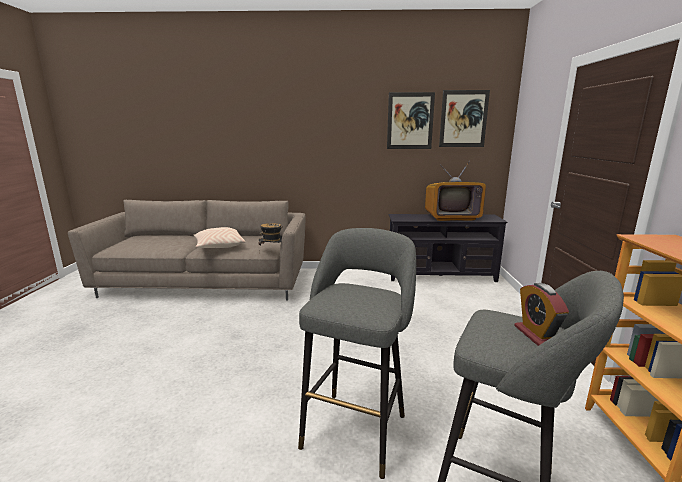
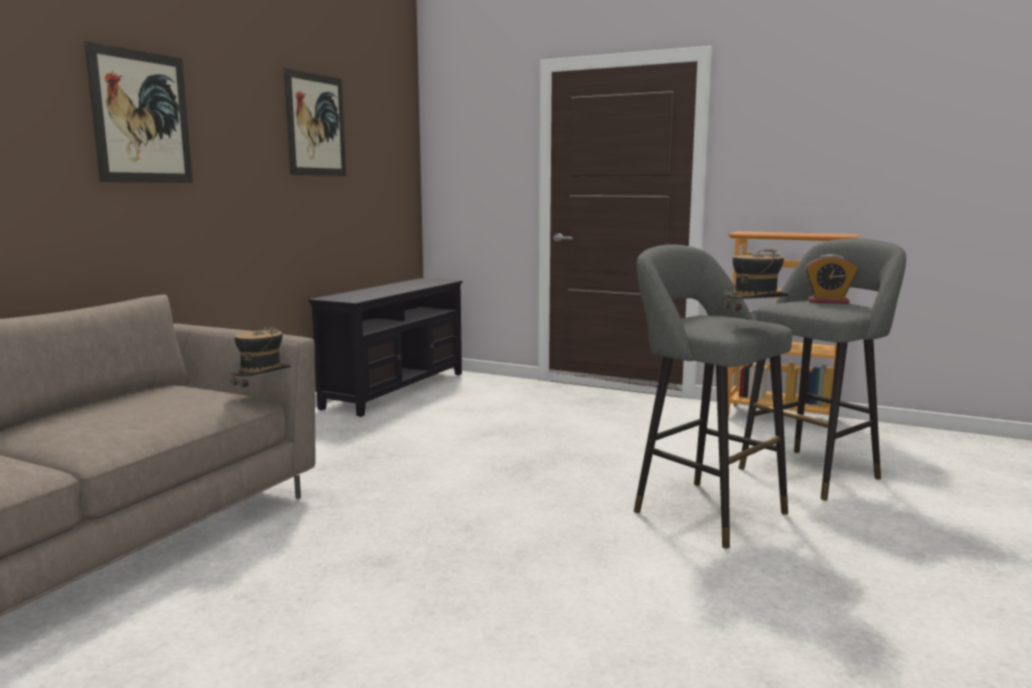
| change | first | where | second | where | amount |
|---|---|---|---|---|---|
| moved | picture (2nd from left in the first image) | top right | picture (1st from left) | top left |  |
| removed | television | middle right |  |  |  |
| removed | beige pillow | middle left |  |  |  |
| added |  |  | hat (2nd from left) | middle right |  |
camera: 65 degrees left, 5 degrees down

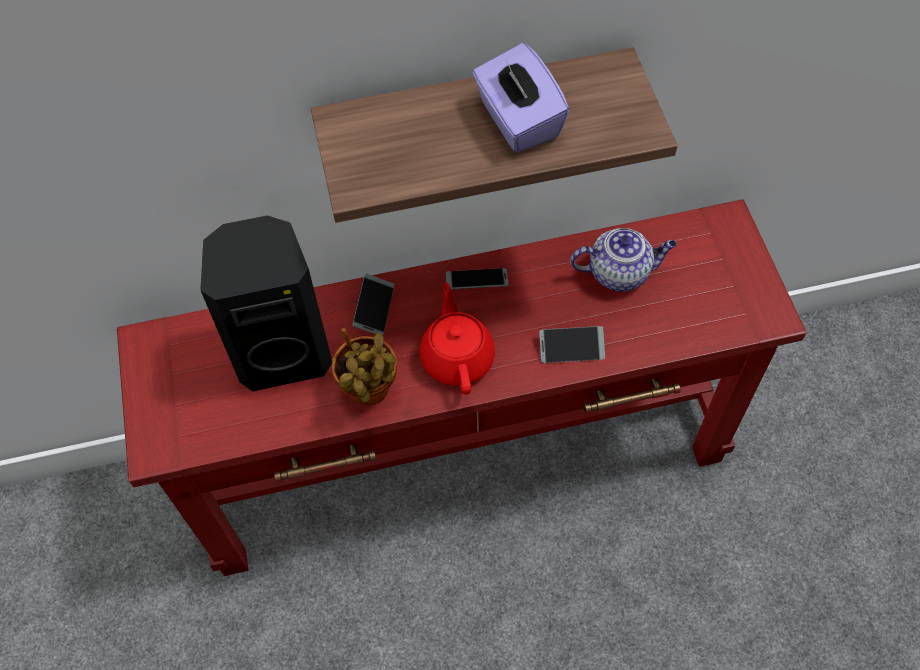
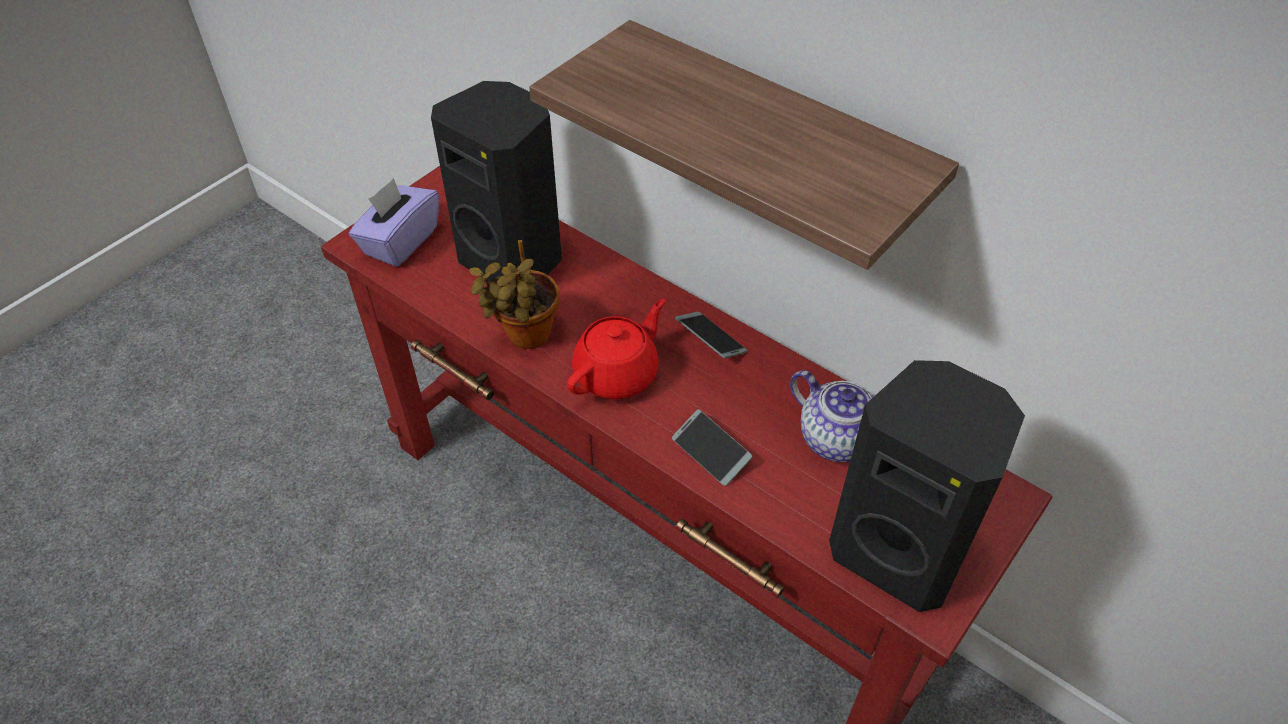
| change | first | where | second | where | amount |
|---|---|---|---|---|---|
| moved | purple tissue box | top centre |  | top left |  |
| removed | phone (1st from left) | centre |  |  |  |
| added |  |  | black speaker (2nd from left) | bottom right |  |
camera: 50 degrees right, 10 degrees down

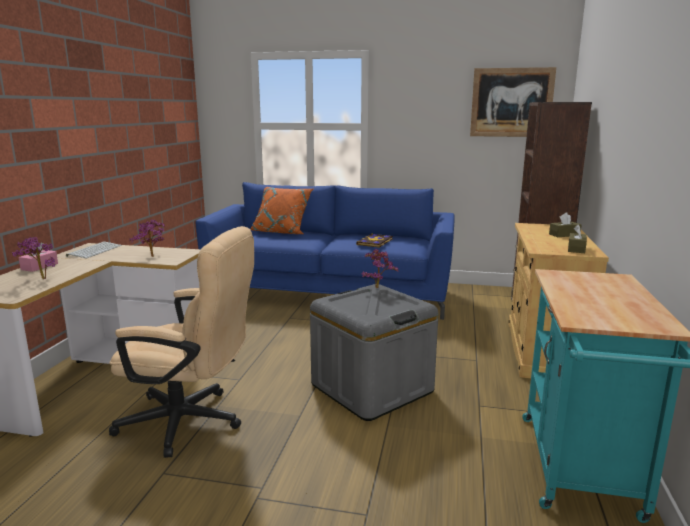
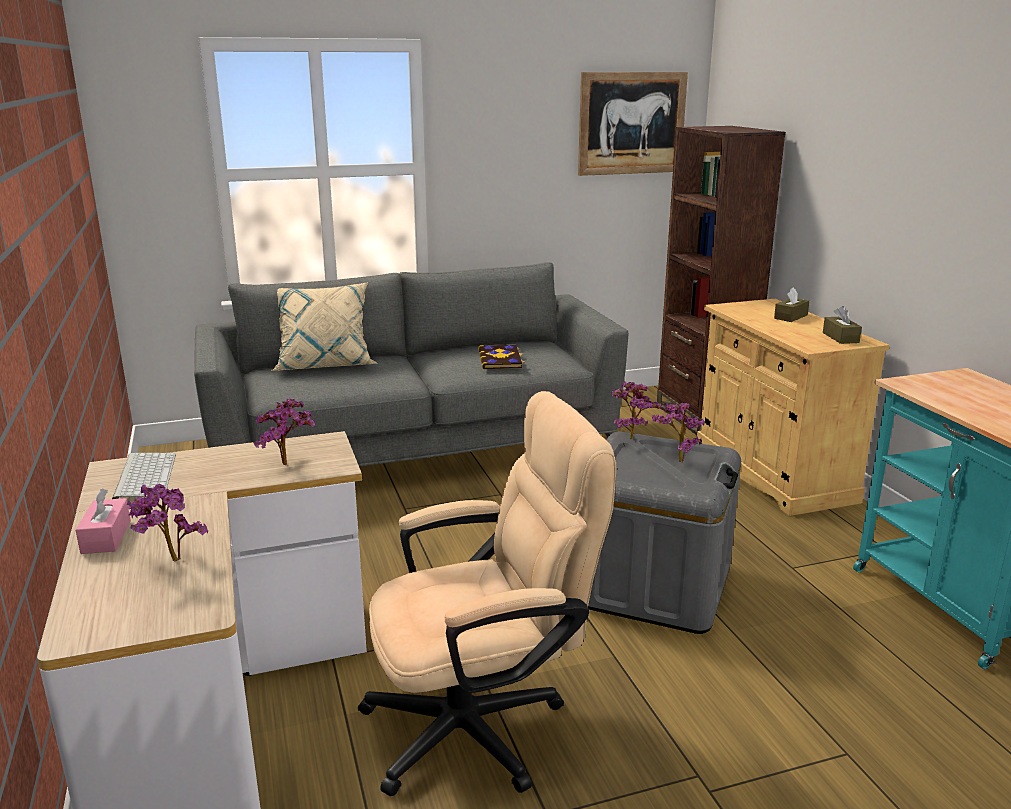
| change | first | where | second | where | amount |
|---|---|---|---|---|---|
| recoloured | blue sofa | centre | grey sofa | centre |  |
| recoloured | orange pillow | centre | beige pillow | middle left |  |
| added |  |  | potted plant (4th from left) | middle right |  |
camera: 30 degrees left, 5 degrees up

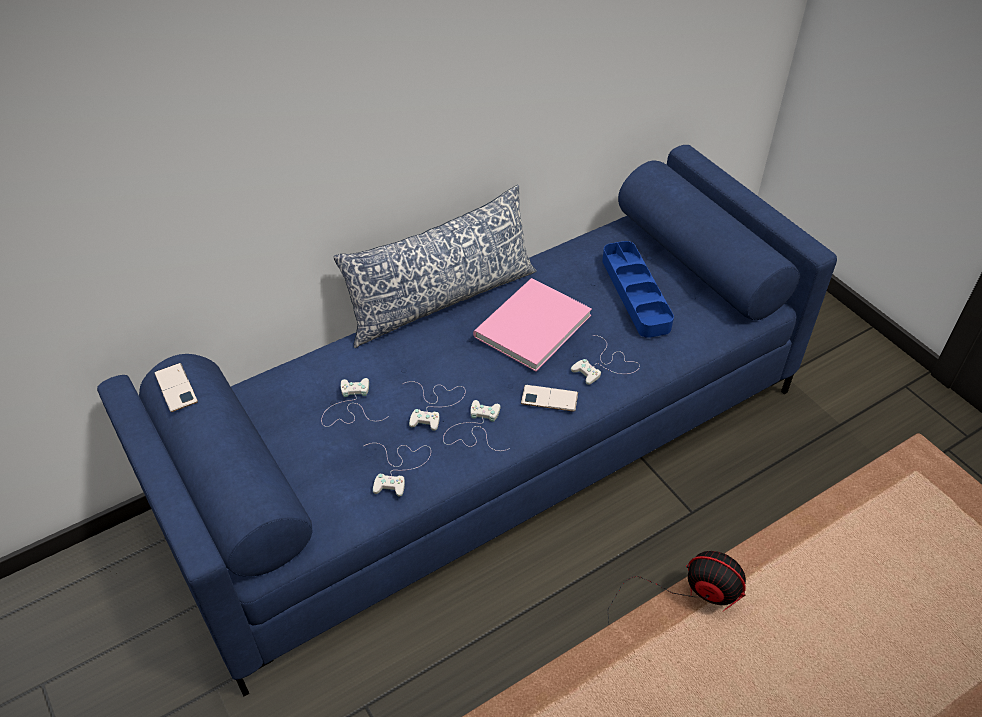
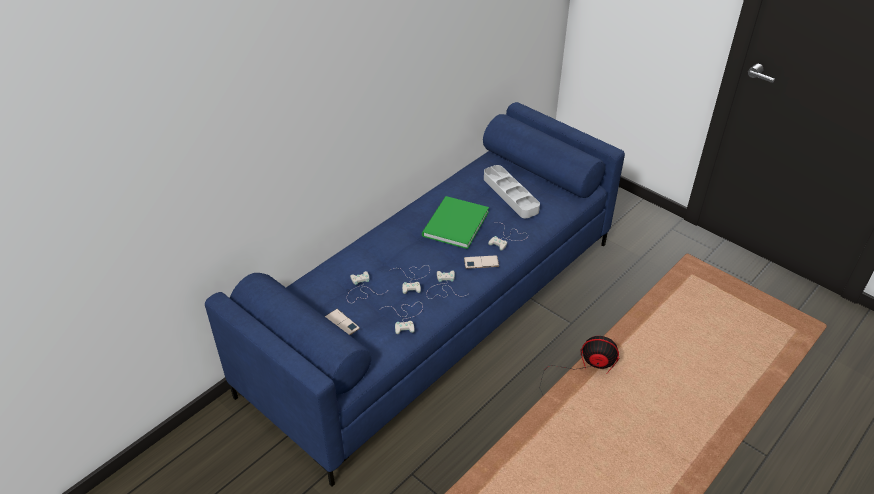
| change | first | where | second | where | amount |
|---|---|---|---|---|---|
| removed | pillow | centre |  |  |  |
| recoloured | blue tray | centre | grey tray | centre |  |
| recoloured | pink book | centre | green book | centre |  |
| moved | phone (1st from left) | middle left |  | centre |  |
camera: 15 degrees left, 5 degrees down

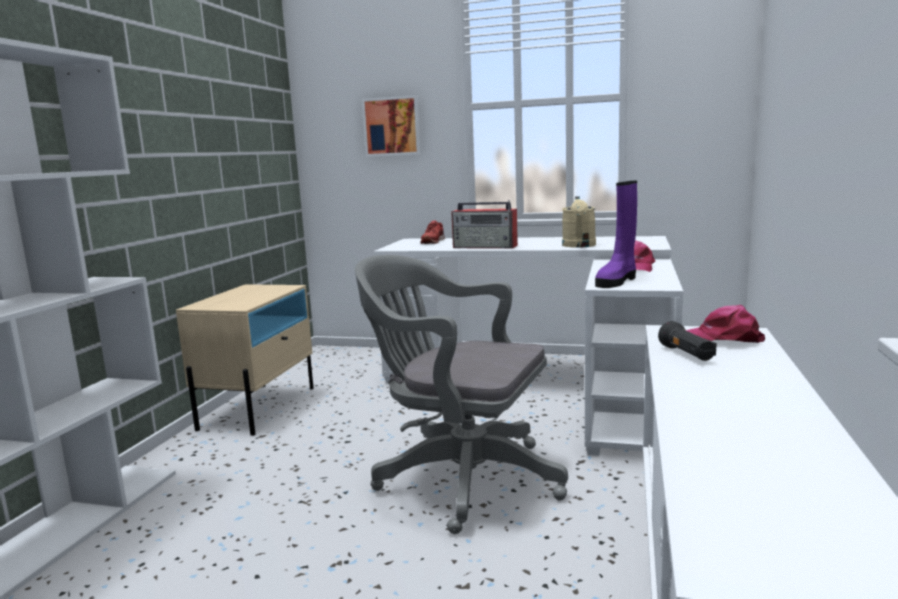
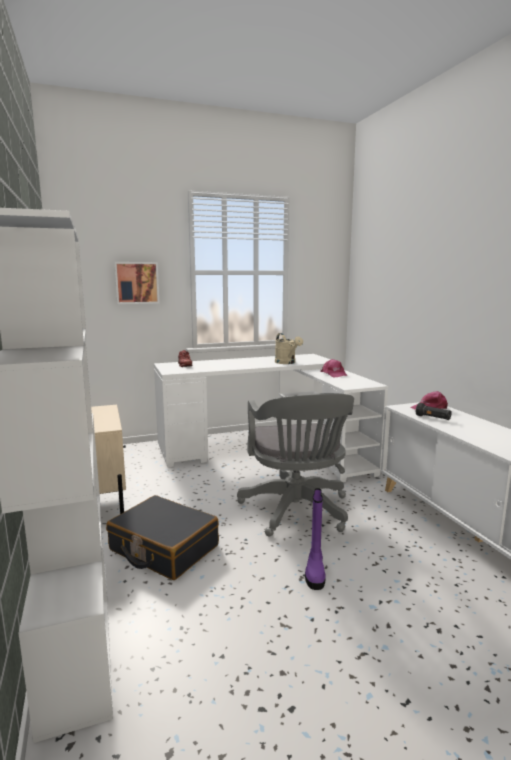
| change | first | where | second | where | amount |
|---|---|---|---|---|---|
| moved | purple boot | middle right |  | bottom centre |  |
| removed | radio | centre |  |  |  |
| turned | grey office chair | centre |  | centre | 90 degrees counterclockwise |
| added |  |  | black suitcase | bottom left |  |
camera: 35 degrees left, 0 degrees up

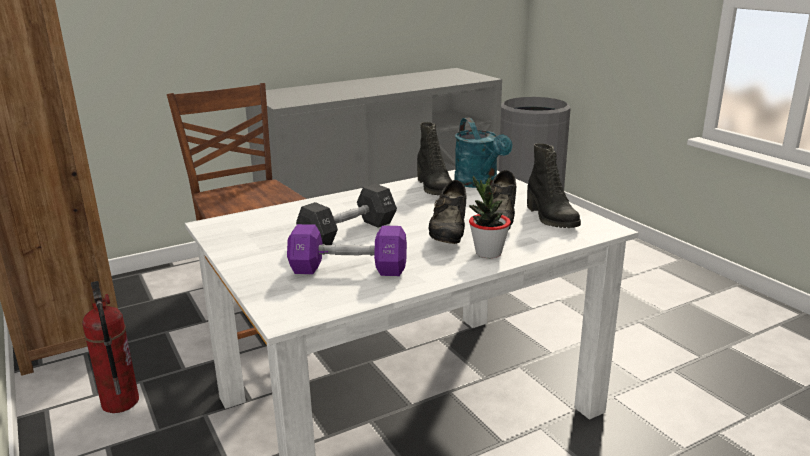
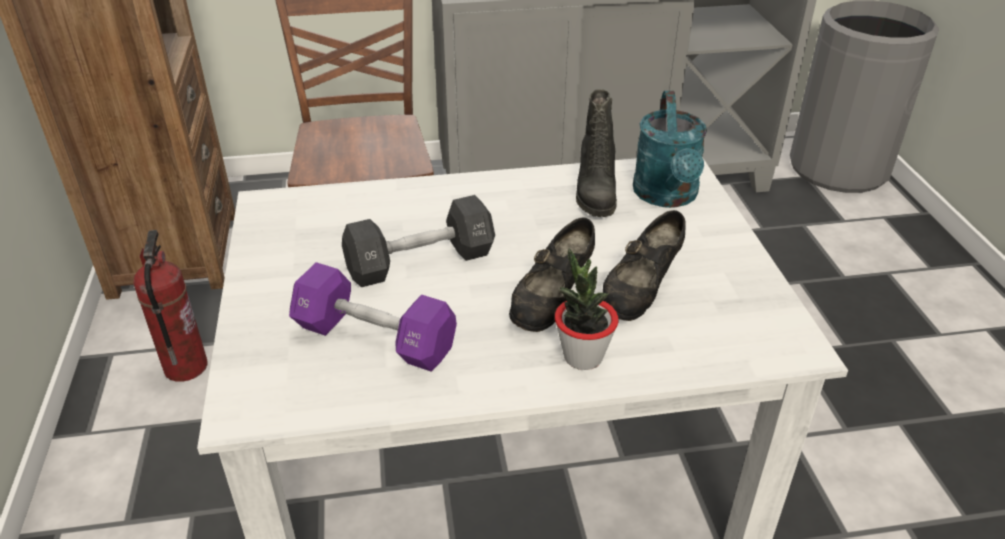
| change | first | where | second | where | amount |
|---|---|---|---|---|---|
| removed | black boot (2nd from left) | middle right |  |  |  |
camera: 20 degrees right, 15 degrees up

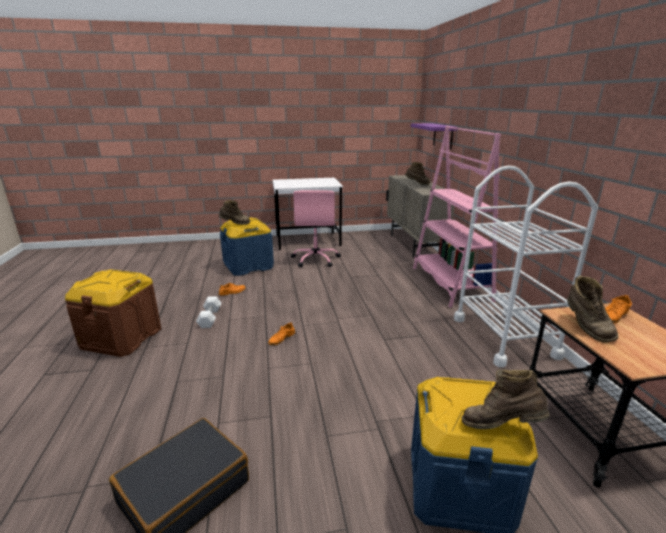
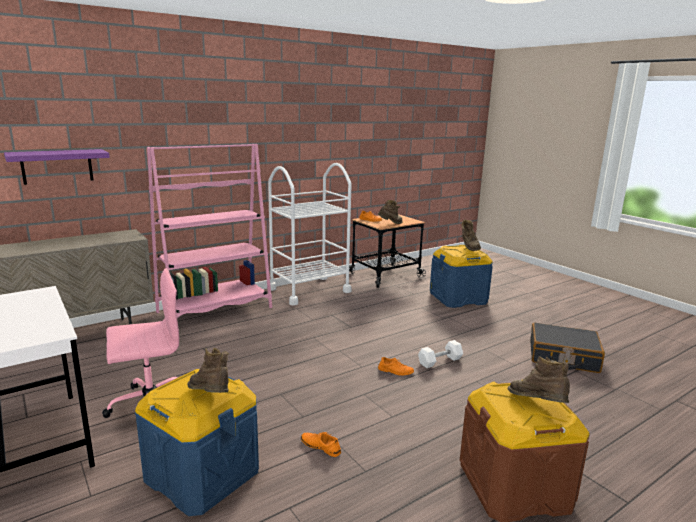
| change | first | where | second | where | amount |
|---|---|---|---|---|---|
| moved | brown boot (2nd from left in the first image) | top centre | brown boot (4th from left) | bottom right |  |
| moved | white dumbbell | middle left |  | bottom centre |  |
camera: 115 degrees left, 5 degrees down

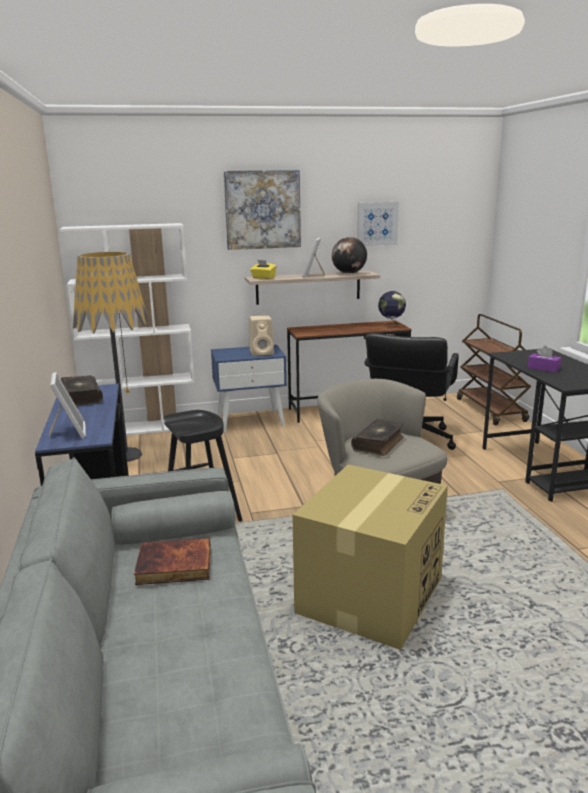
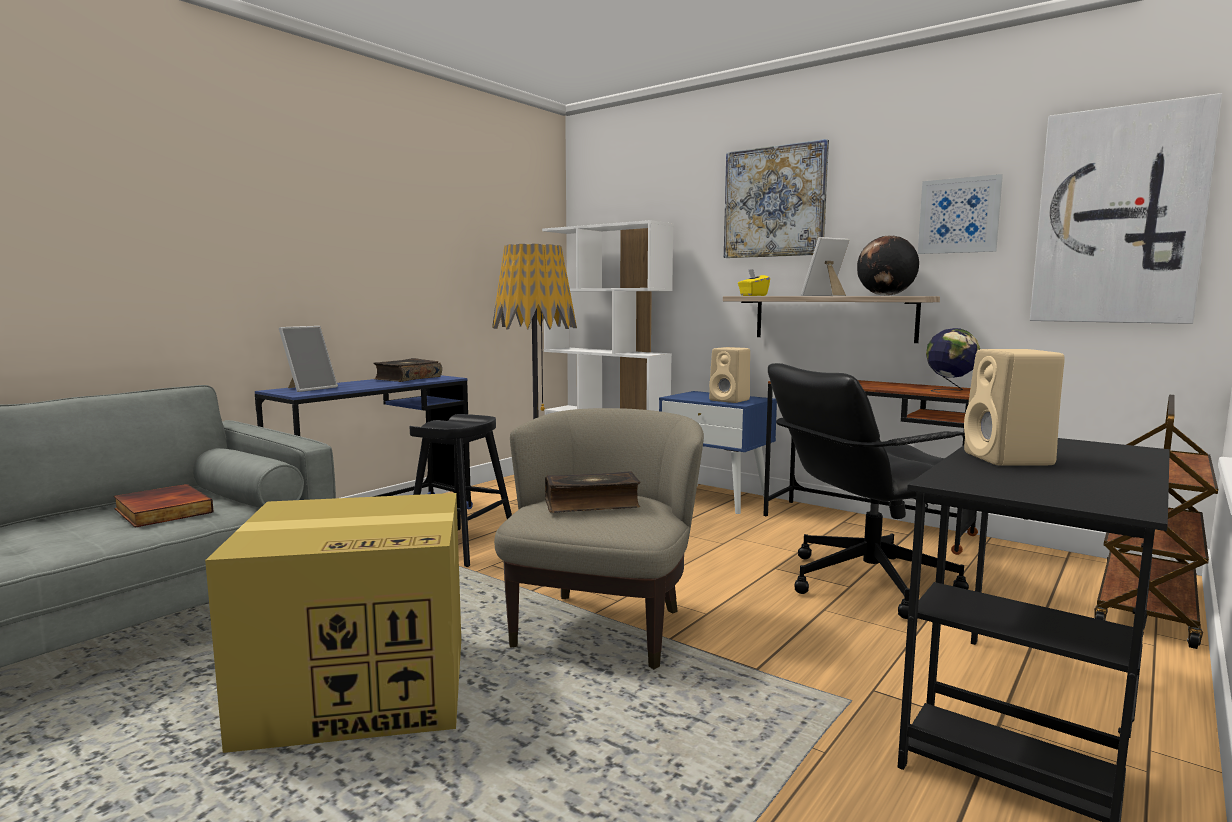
| change | first | where | second | where | amount |
|---|---|---|---|---|---|
| replaced | purple tissue box | middle right | beige speaker (2nd from left) | middle right |  |
| added |  |  | picture (3rd from left) | top right |  |
camera: 50 degrees right, 10 degrees down

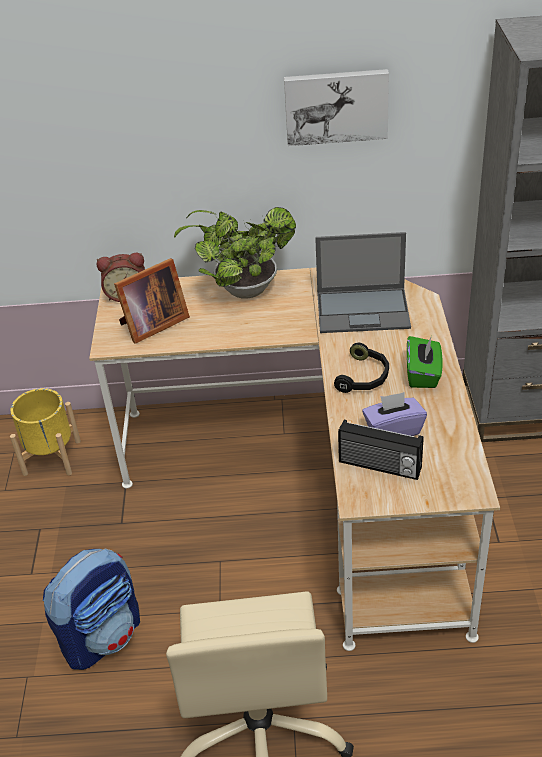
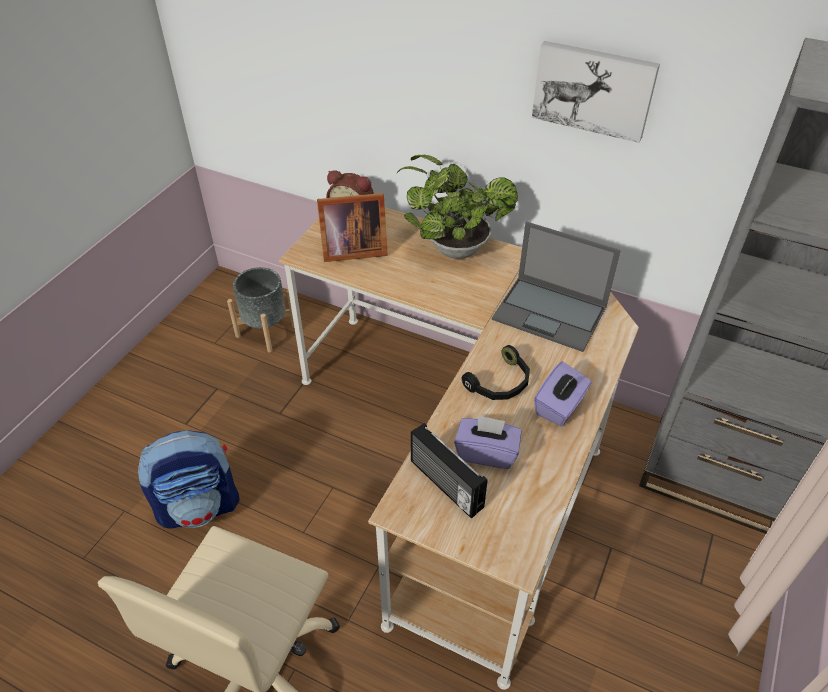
| change | first | where | second | where | amount |
|---|---|---|---|---|---|
| recoloured | green tissue box | middle right | purple tissue box (2nd from left) | middle right |  |
| recoloured | yellow planter | middle left | grey planter | middle left |  |
camera: 25 degrees right, 5 degrees up

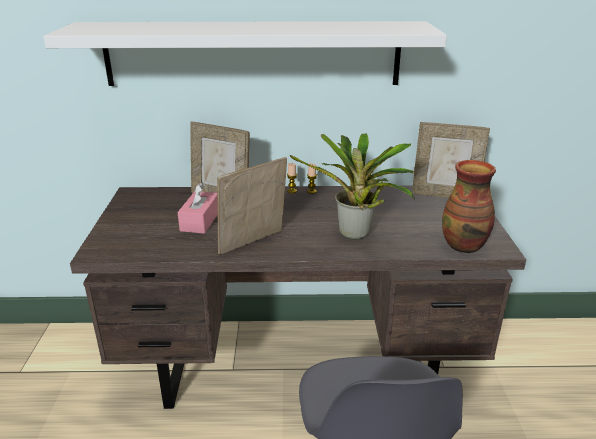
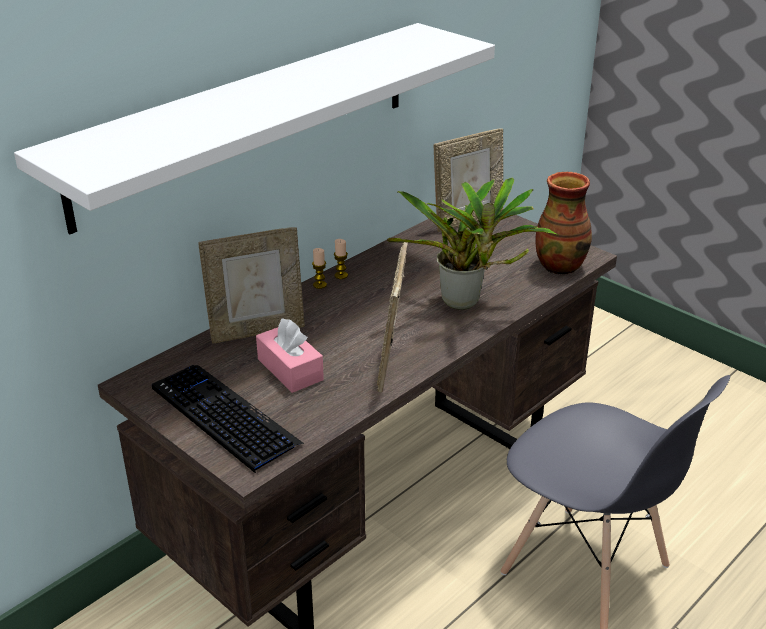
| change | first | where | second | where | amount |
|---|---|---|---|---|---|
| added |  |  | keyboard | middle left |  |
camera: 45 degrees left, 5 degrees up

